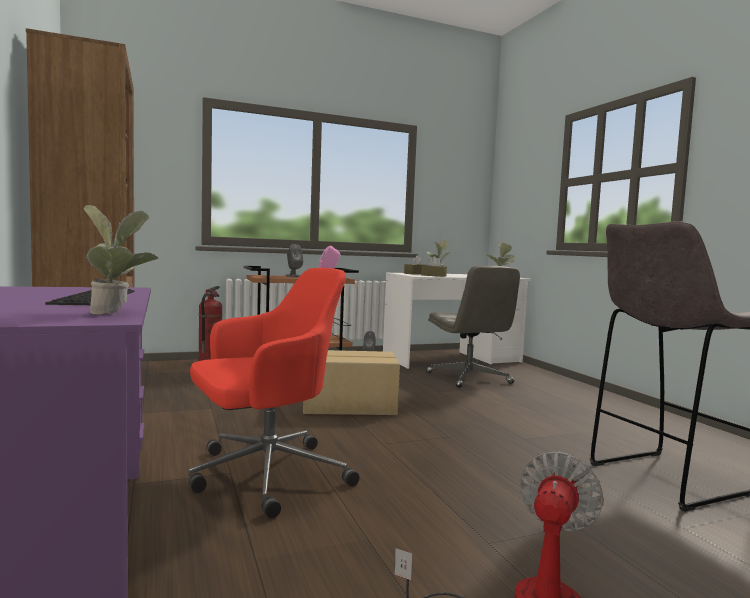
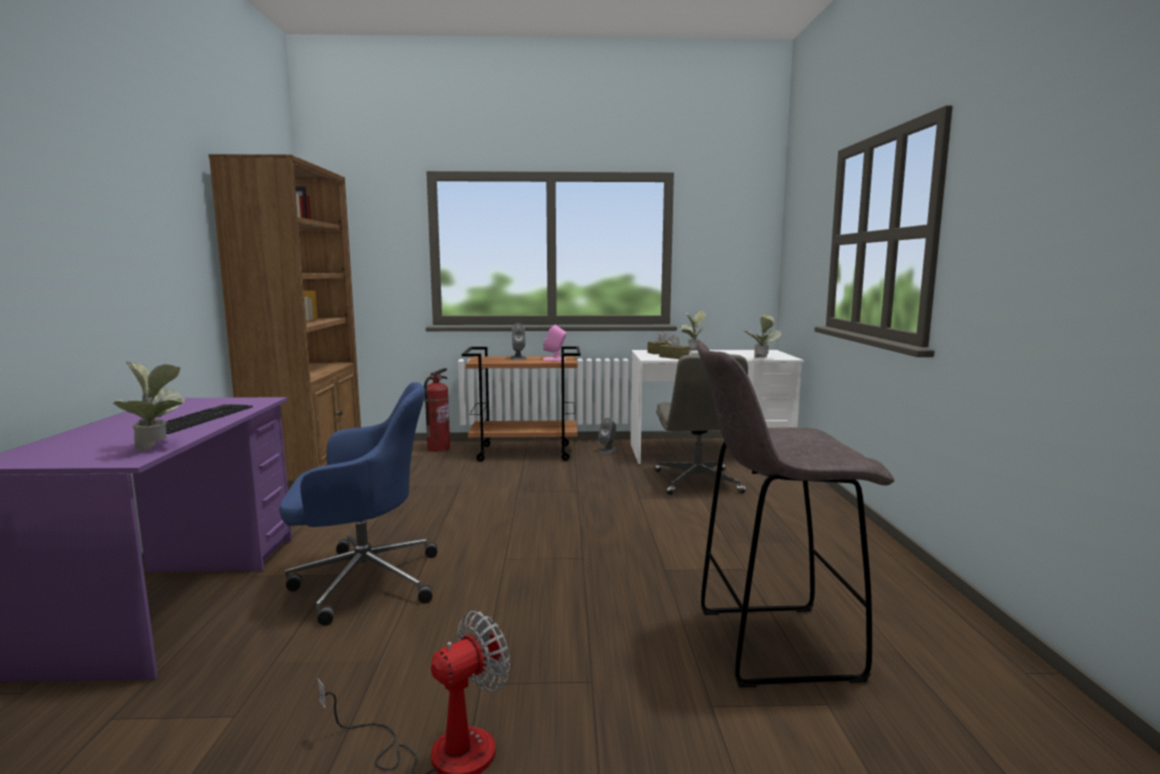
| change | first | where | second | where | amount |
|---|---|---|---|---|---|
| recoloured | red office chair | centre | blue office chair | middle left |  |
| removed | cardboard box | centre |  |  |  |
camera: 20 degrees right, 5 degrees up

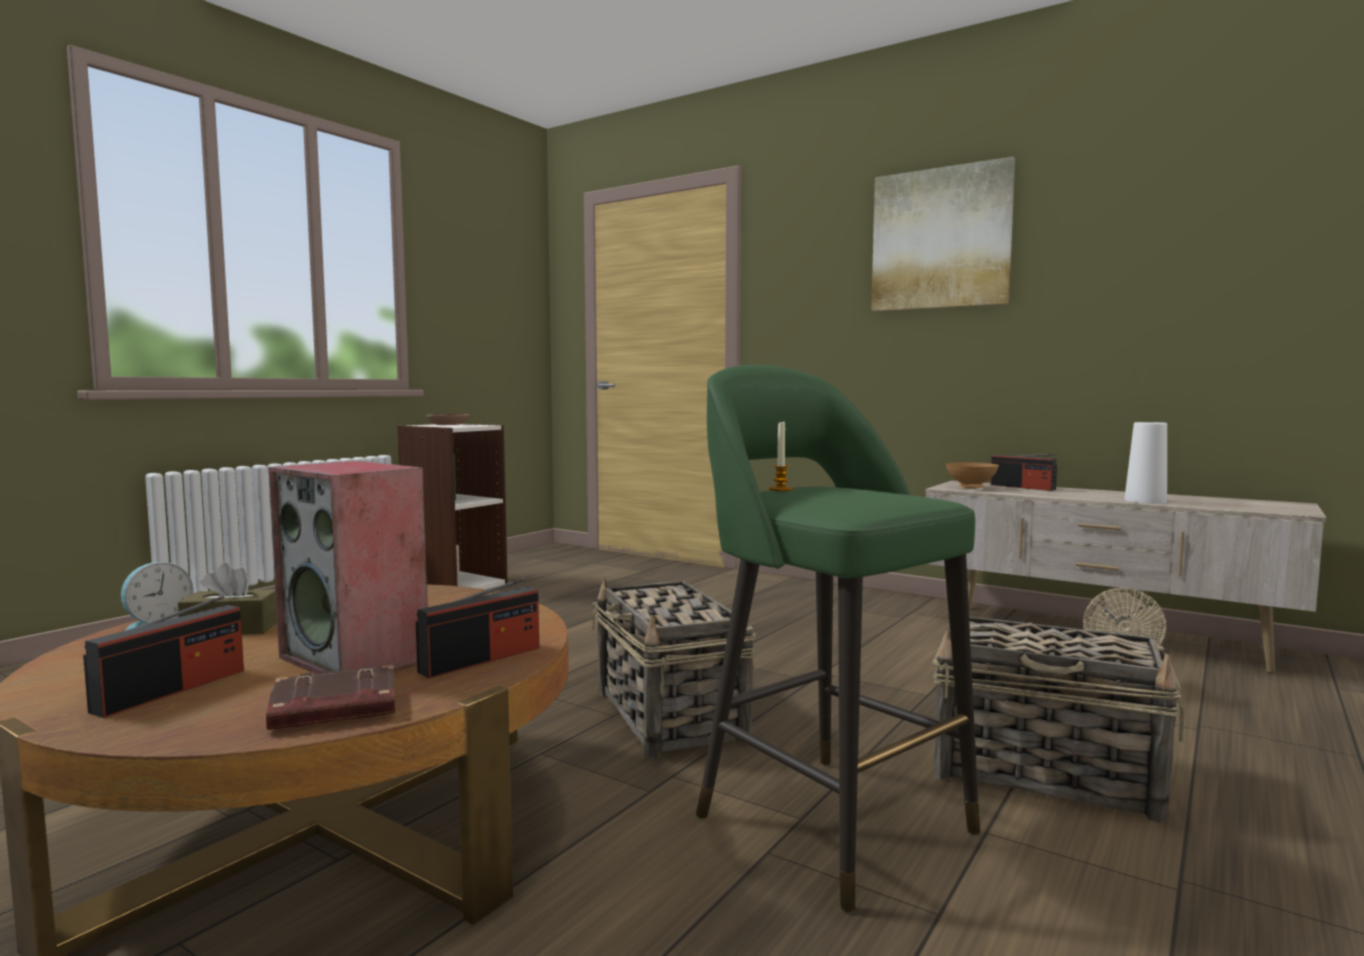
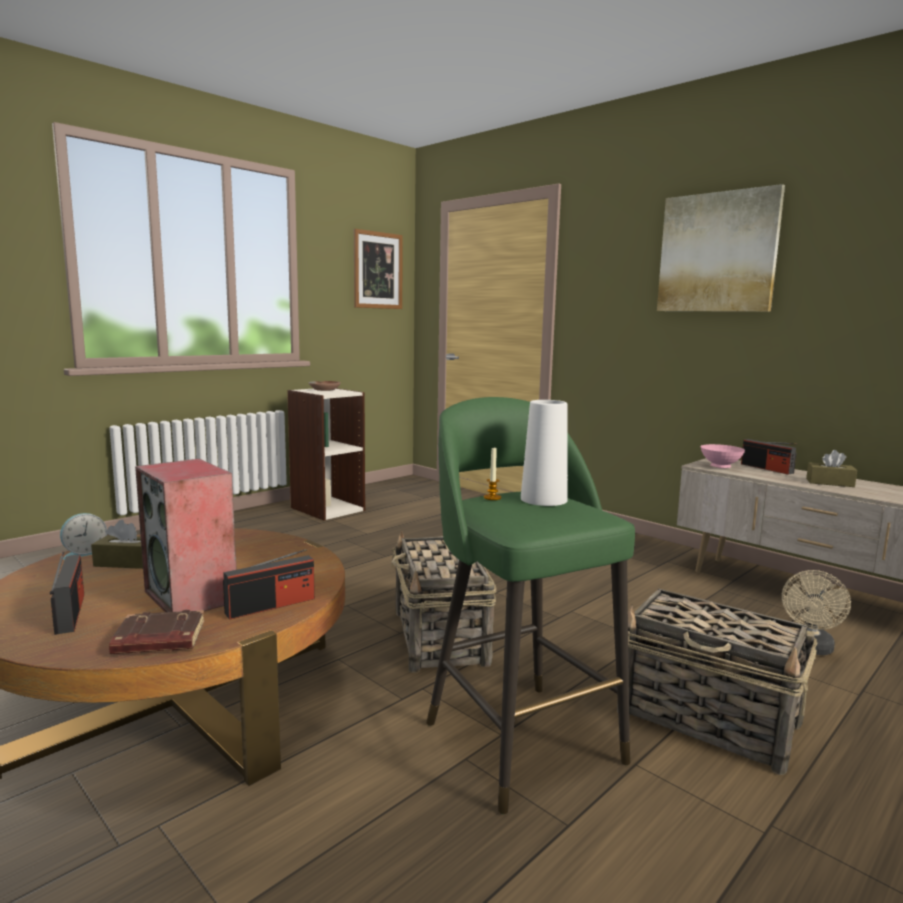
| change | first | where | second | where | amount |
|---|---|---|---|---|---|
| moved | white vase | middle right |  | centre |  |
| recoloured | brown bowl (2nd from left) | middle right | pink bowl | middle right |  |
| turned | radio (1st from left) | bottom left |  | middle left | 60 degrees counterclockwise |
| added |  |  | picture (1st from left) | top centre |  |
| added |  |  | brown tissue box (2nd from left) | middle right |  |
camera: 10 degrees right, 5 degrees up

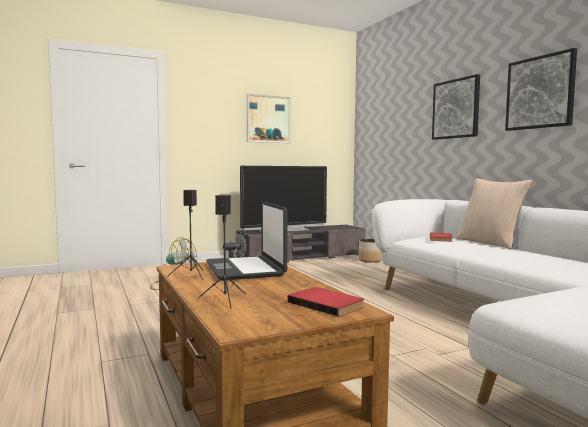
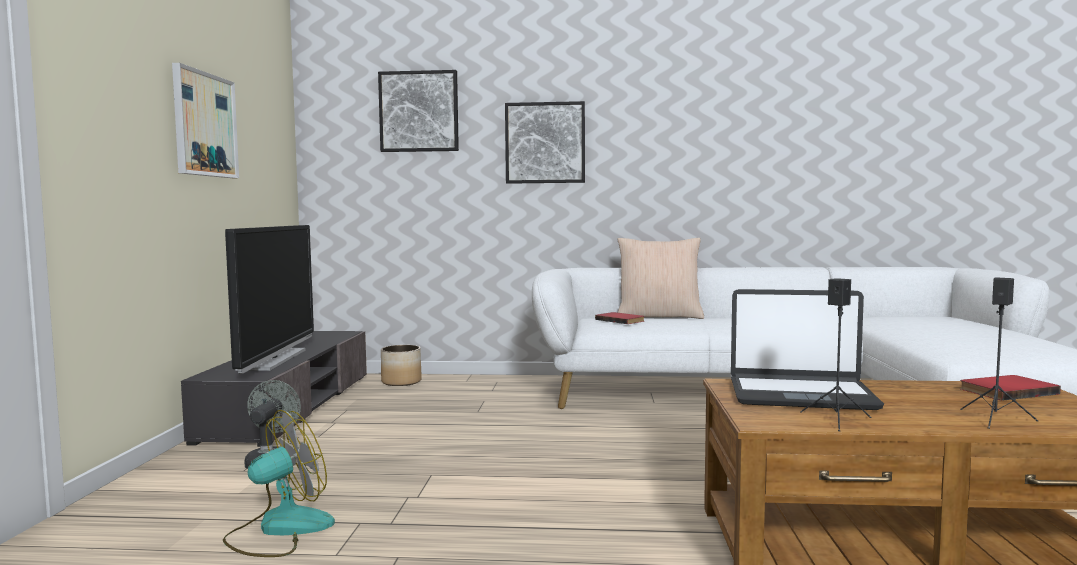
| change | first | where | second | where | amount |
|---|---|---|---|---|---|
| moved | picture (3rd from left in the first image) | top right | picture (2nd from left) | top centre |  |
camera: 60 degrees left, 0 degrees up

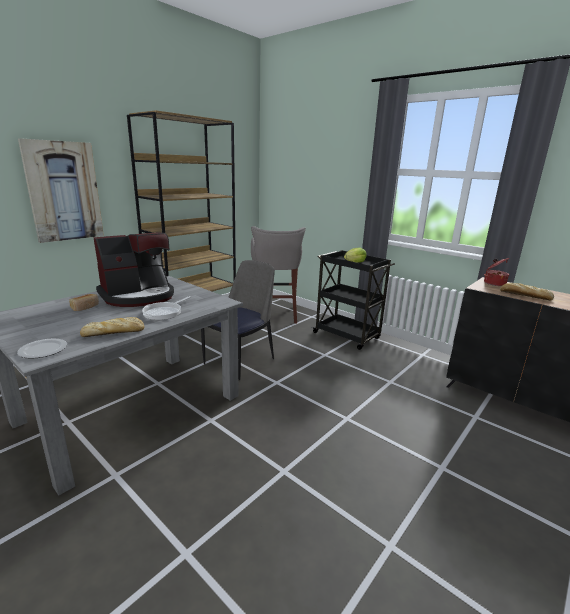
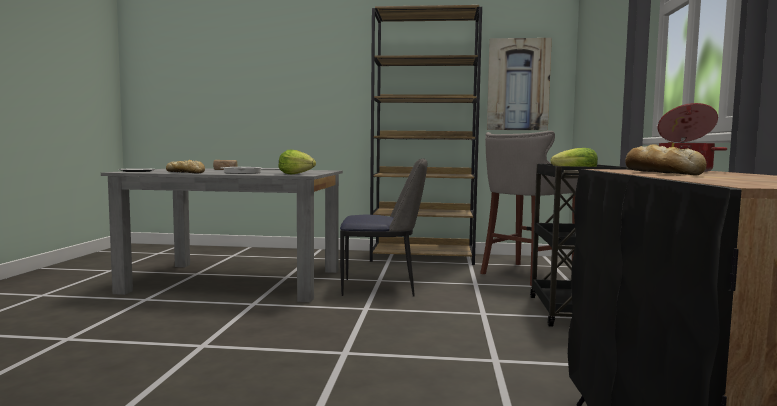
| change | first | where | second | where | amount |
|---|---|---|---|---|---|
| moved | picture | top left |  | top right |  |
| removed | coffee machine | middle left |  |  |  |
| added |  |  | lettuce (1st from left) | centre |  |
camera: 55 degrees right, 15 degrees down

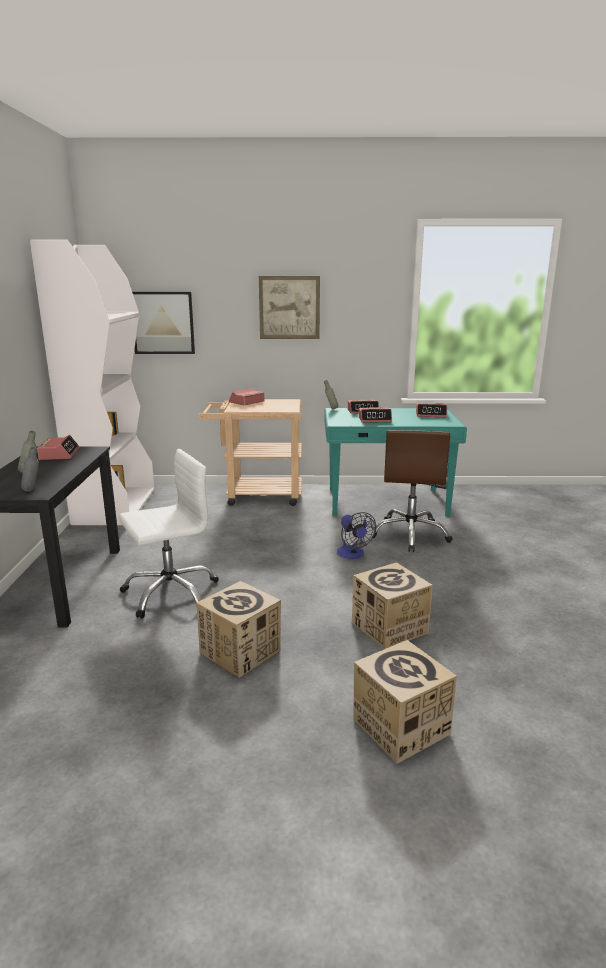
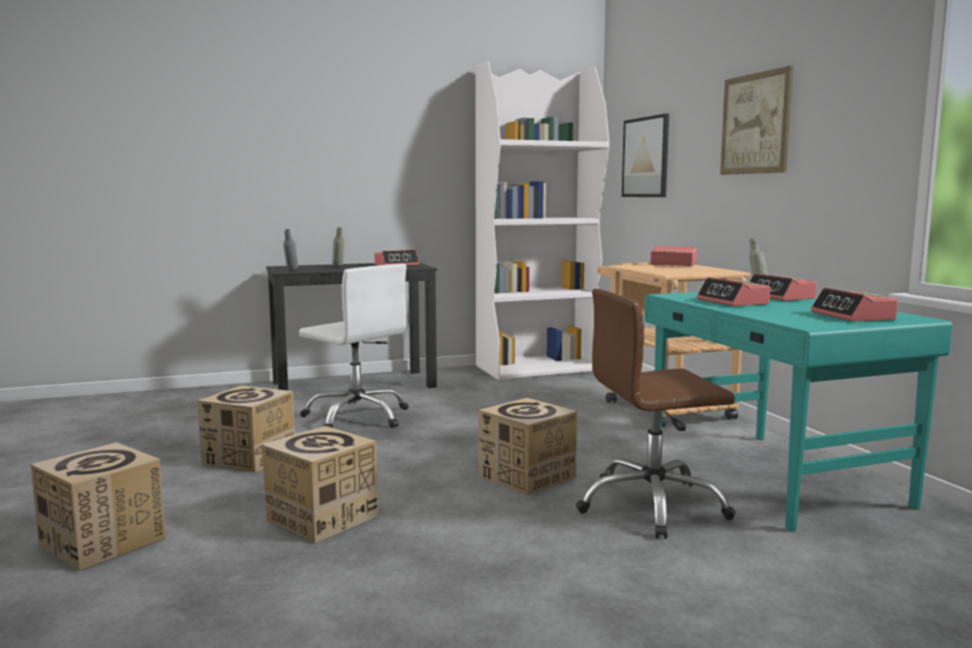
| change | first | where | second | where | amount |
|---|---|---|---|---|---|
| replaced | fan | centre | cardboard box (4th from left) | bottom centre |  |
camera: 70 degrees right, 10 degrees down

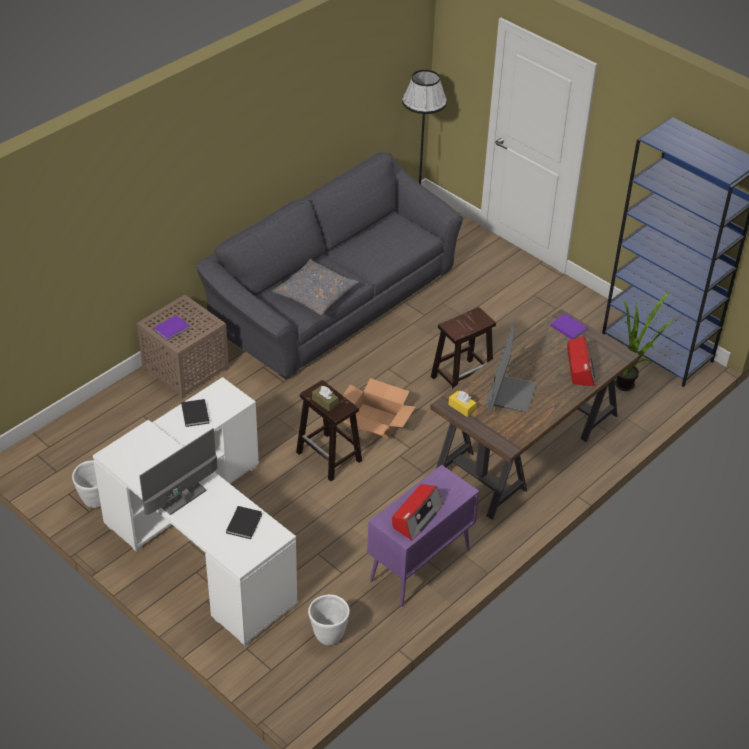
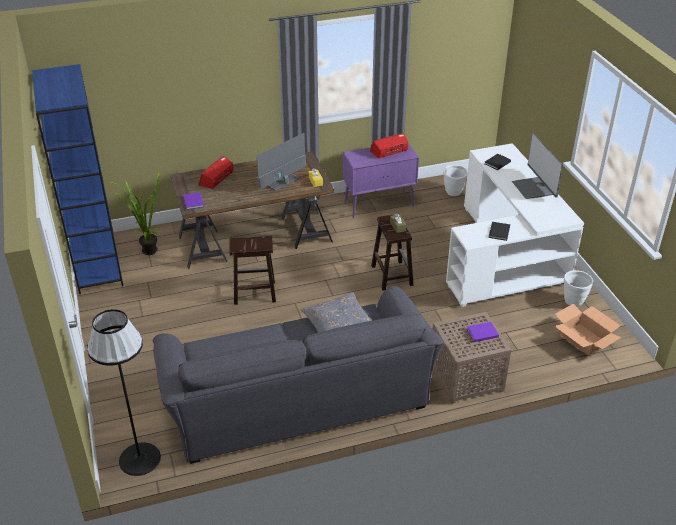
| change | first | where | second | where | amount |
|---|---|---|---|---|---|
| moved | cardboard box | centre |  | middle right |  |
| turned | monitor (1st from left in the first image) | middle left | monitor (2nd from left) | top right | 90 degrees clockwise |
camera: 150 degrees left, 5 degrees down

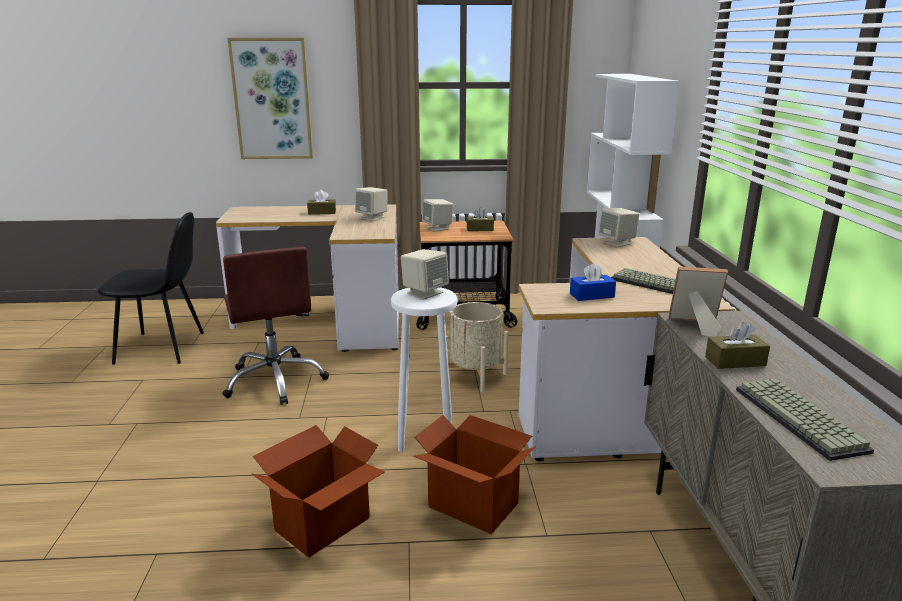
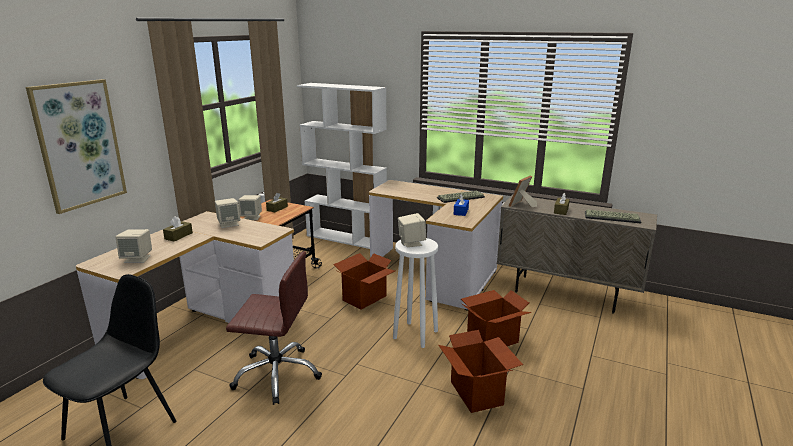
| change | first | where | second | where | amount |
|---|---|---|---|---|---|
| moved | beige speaker (4th from left in the first image) | middle right | beige speaker (1st from left) | middle left |  |
| replaced | beige planter | centre | cardboard box (1st from left) | centre |  |
camera: 60 degrees left, 0 degrees up

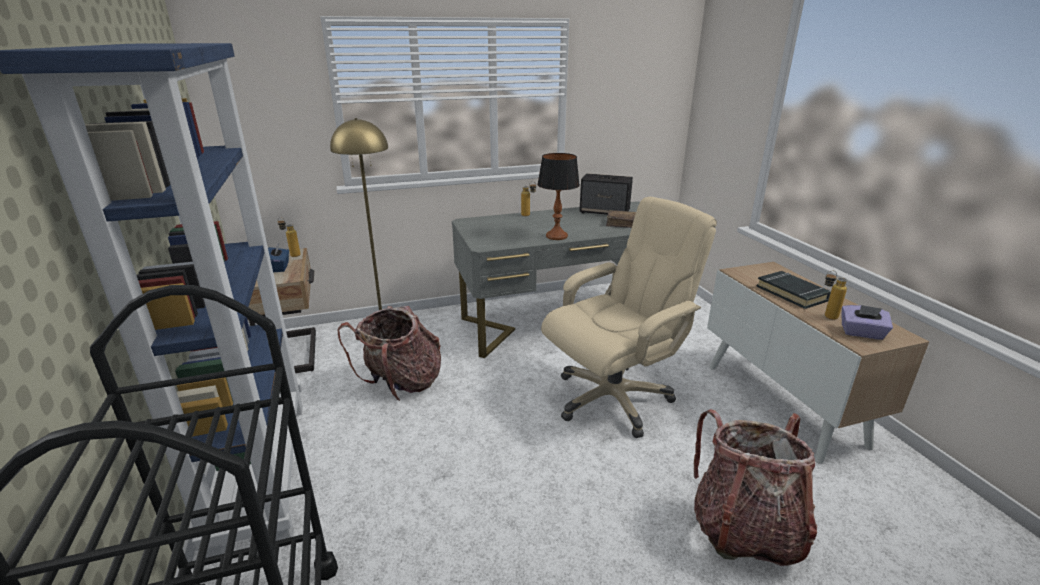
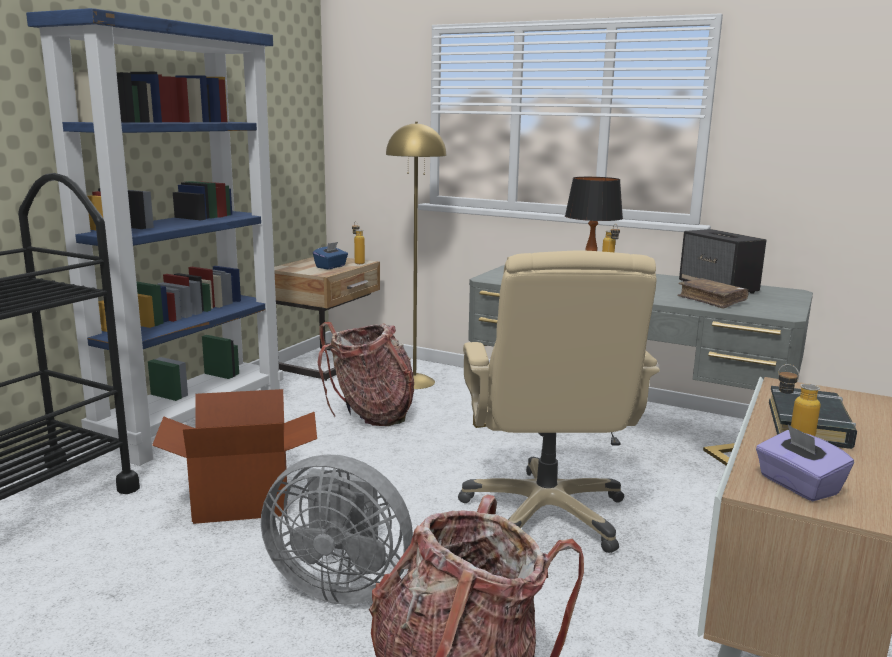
| change | first | where | second | where | amount |
|---|---|---|---|---|---|
| turned | beige office chair | centre |  | centre | 75 degrees clockwise |
| added |  |  | cardboard box | bottom left |  |
| added |  |  | grey fan | bottom centre |  |
camera: 45 degrees right, 10 degrees down

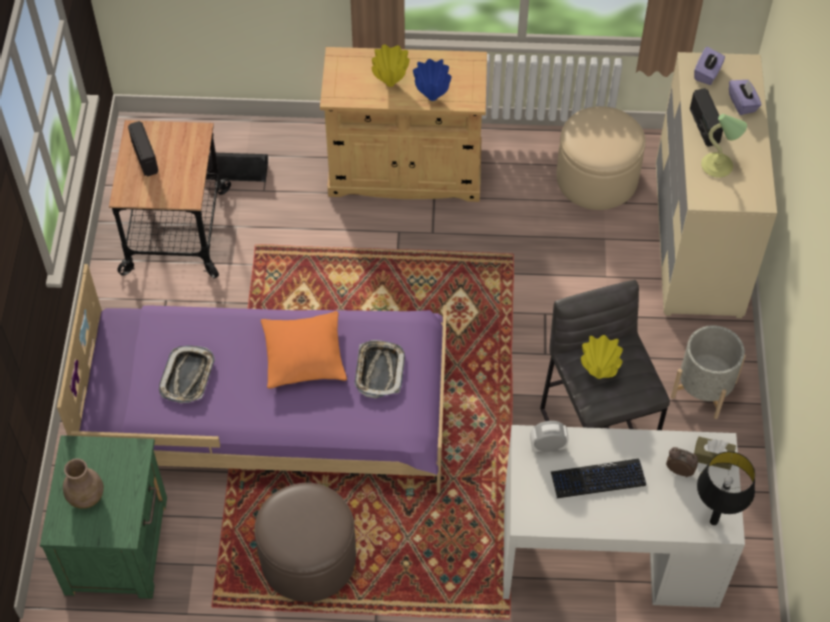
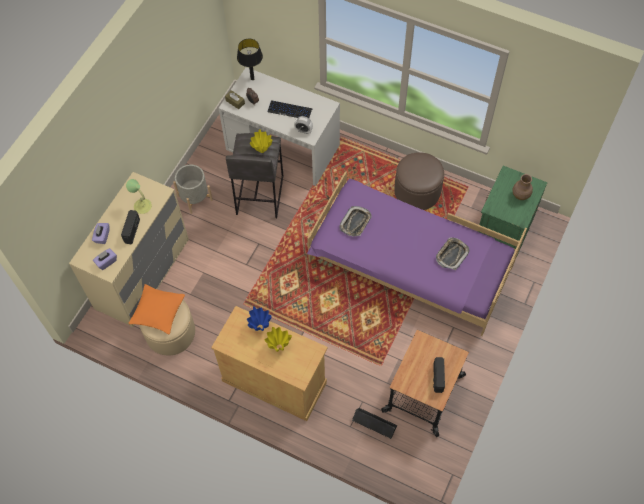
| change | first | where | second | where | amount |
|---|---|---|---|---|---|
| moved | orange pillow | centre |  | middle left |  |
camera: 155 degrees left, 5 degrees up

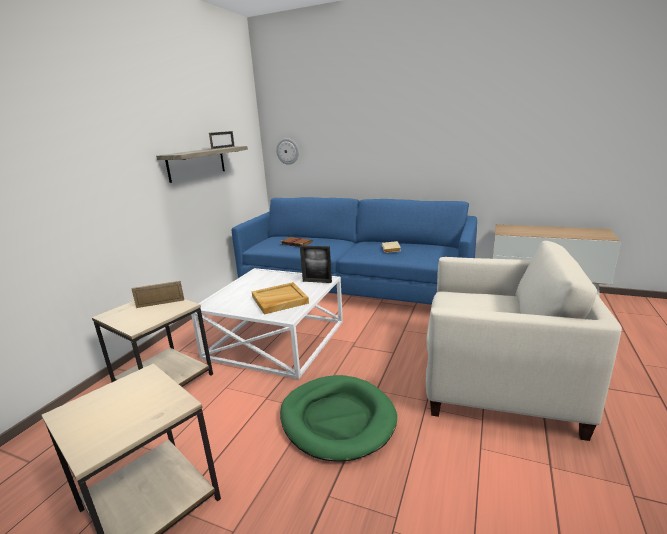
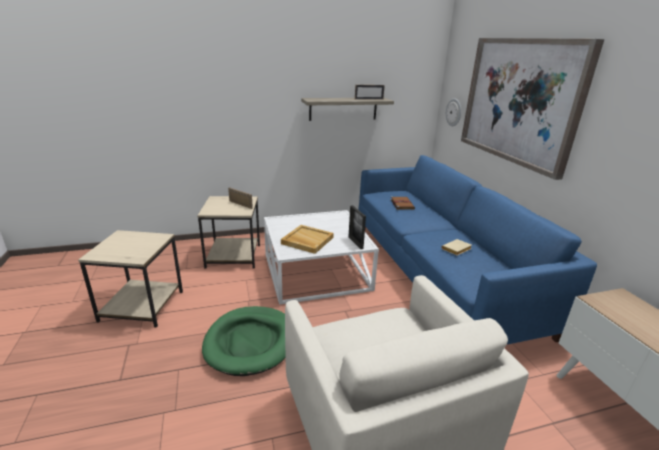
| change | first | where | second | where | amount |
|---|---|---|---|---|---|
| added |  |  | picture | top right |  |
camera: 50 degrees right, 5 degrees up

